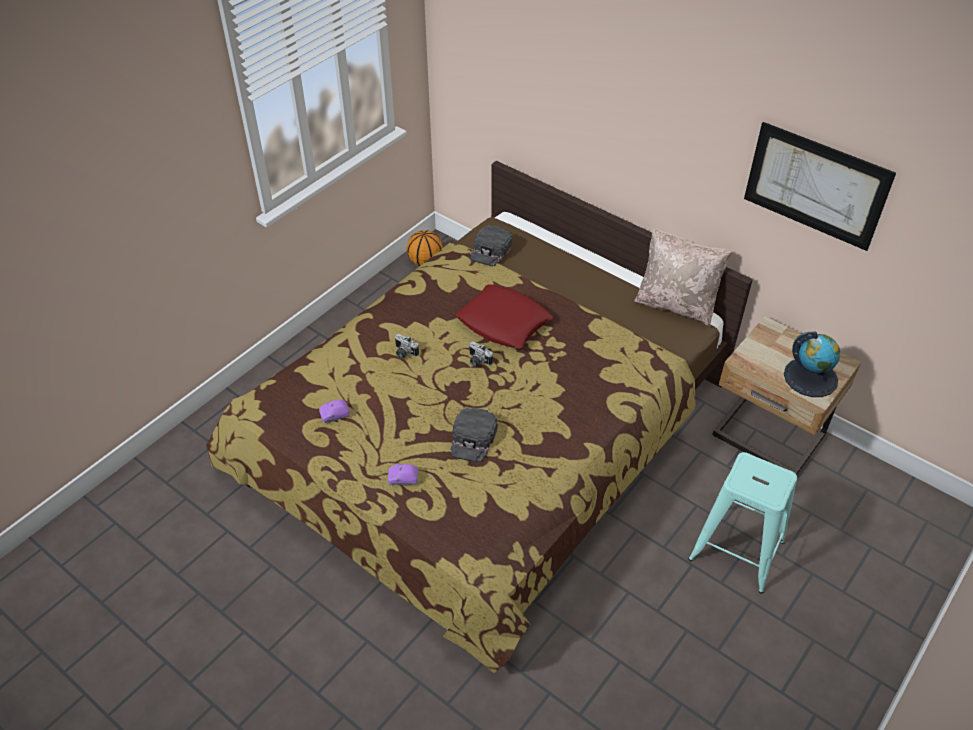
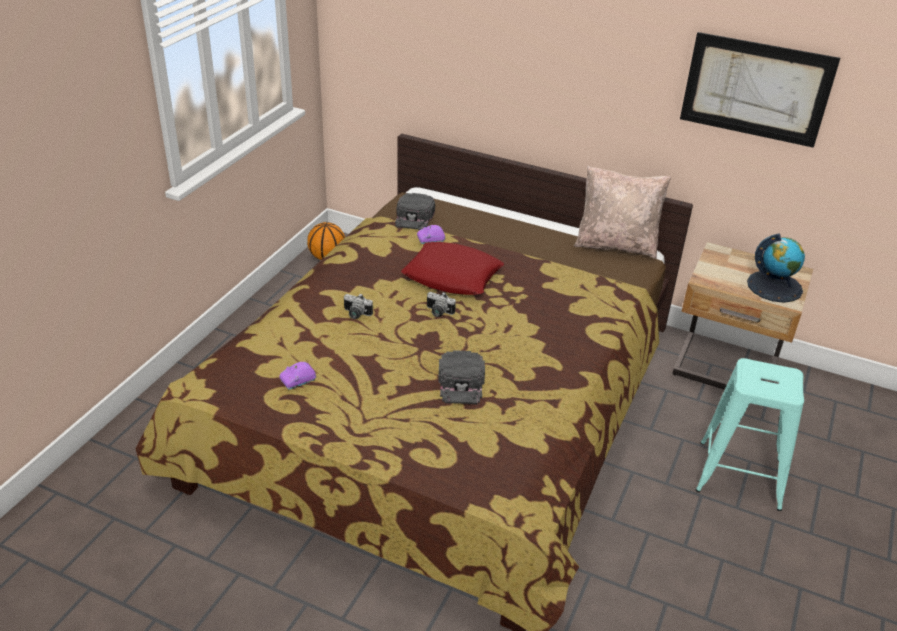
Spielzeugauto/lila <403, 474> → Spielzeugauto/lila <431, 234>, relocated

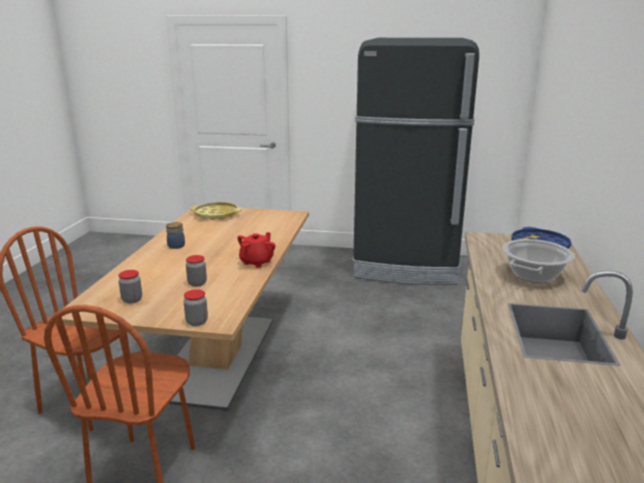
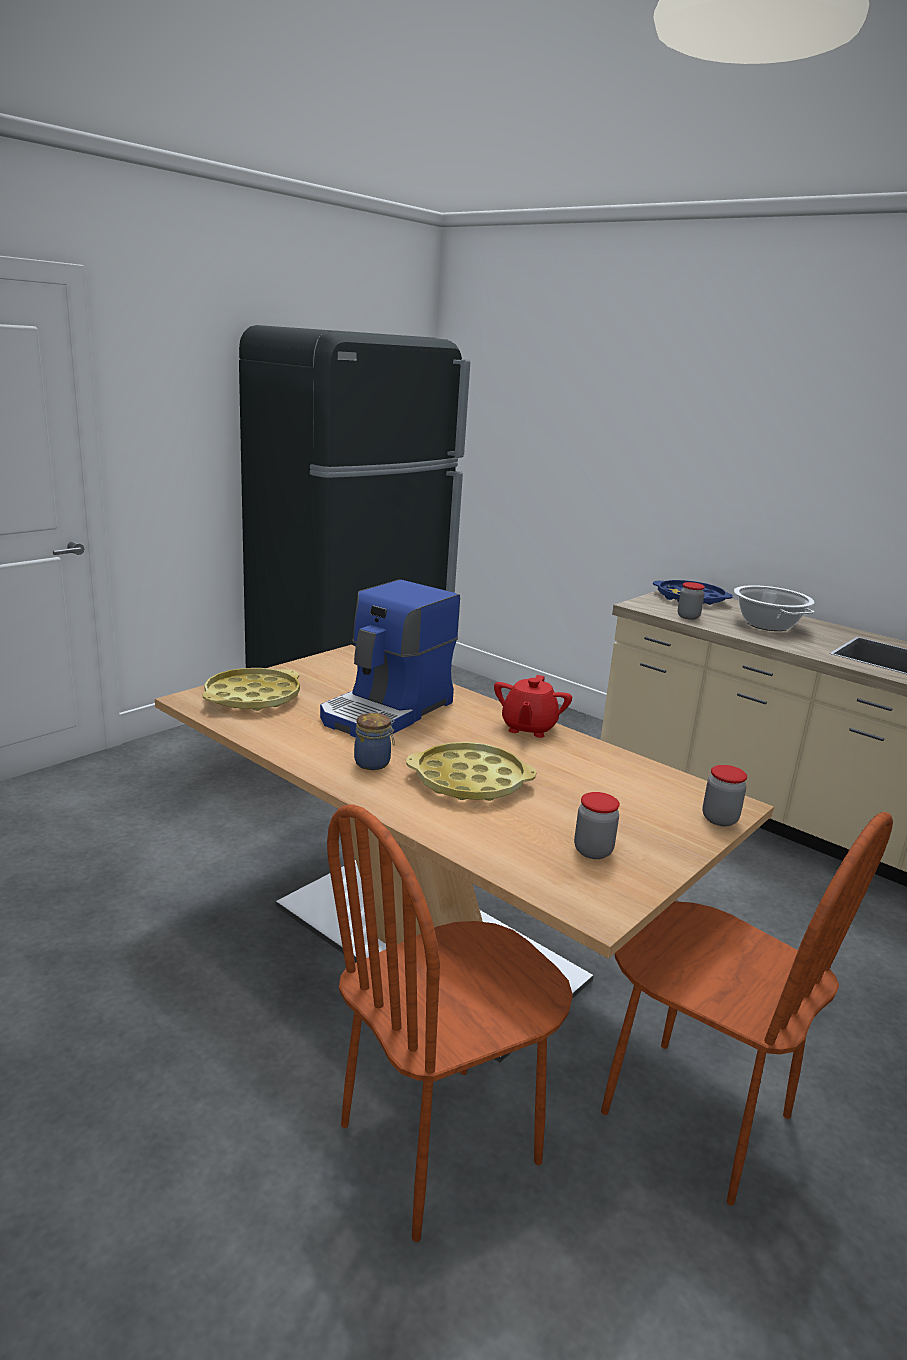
- → Kaffeemaschine <390, 659>
- → Tablett/gelb <471, 771>
Teekanne/rot <256, 250> → Teekanne/rot <533, 706>, 135 degrees counterclockwise
Vorratsglas <196, 271> → Vorratsglas <691, 601>, relocated

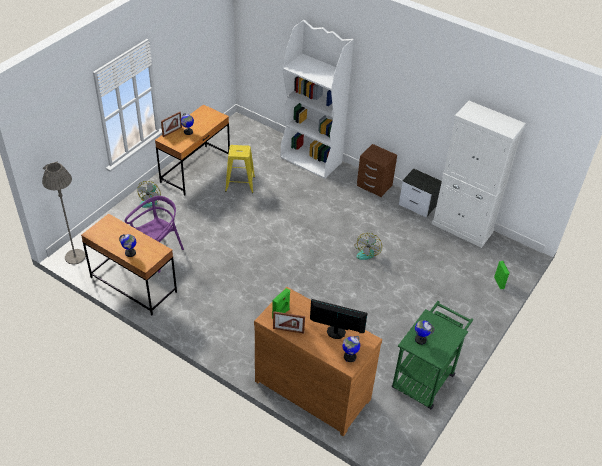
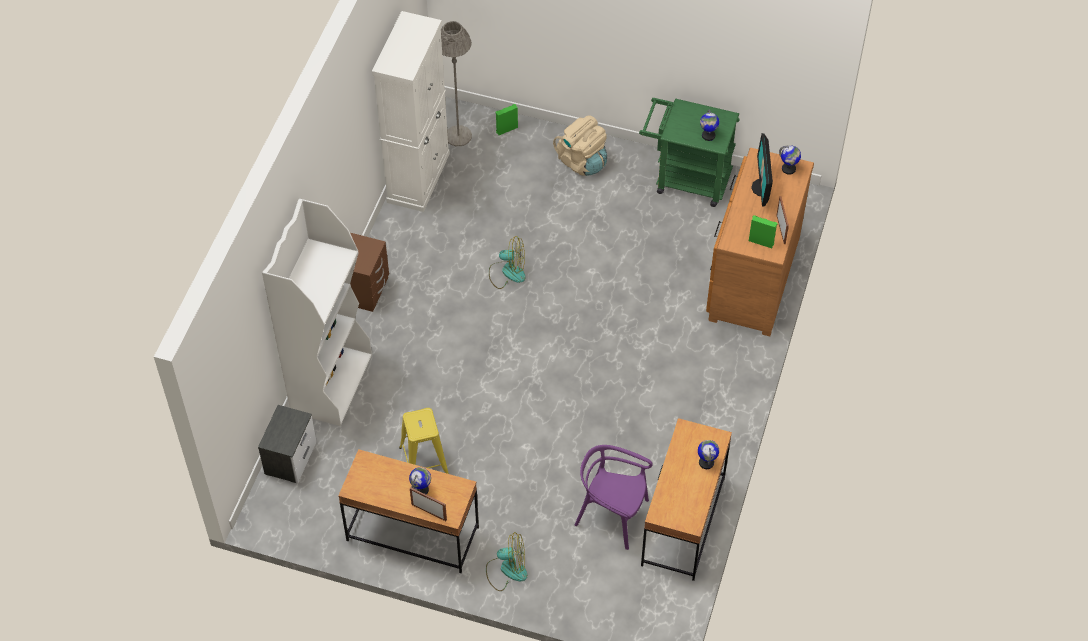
Nachttisch <420, 193> → Nachttisch <287, 444>, relocated
Stehlampe/grau <64, 213> → Stehlampe/grau <456, 83>, relocated
- → Rucksack/beige <580, 145>

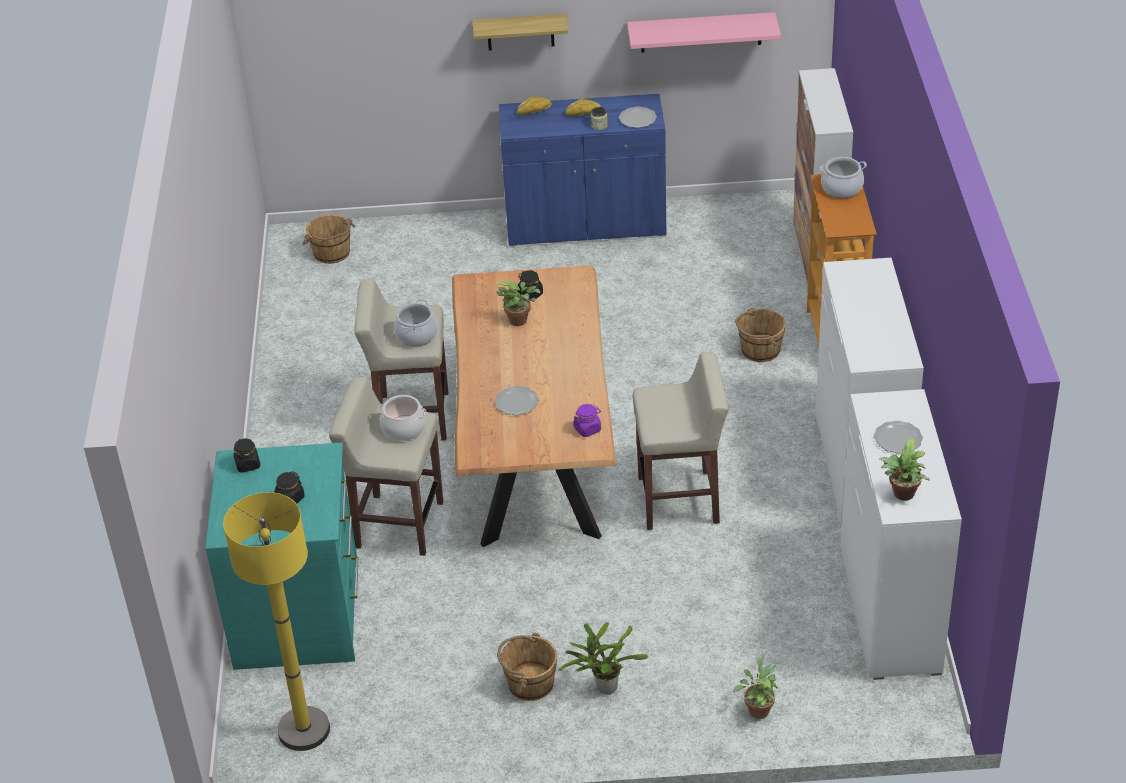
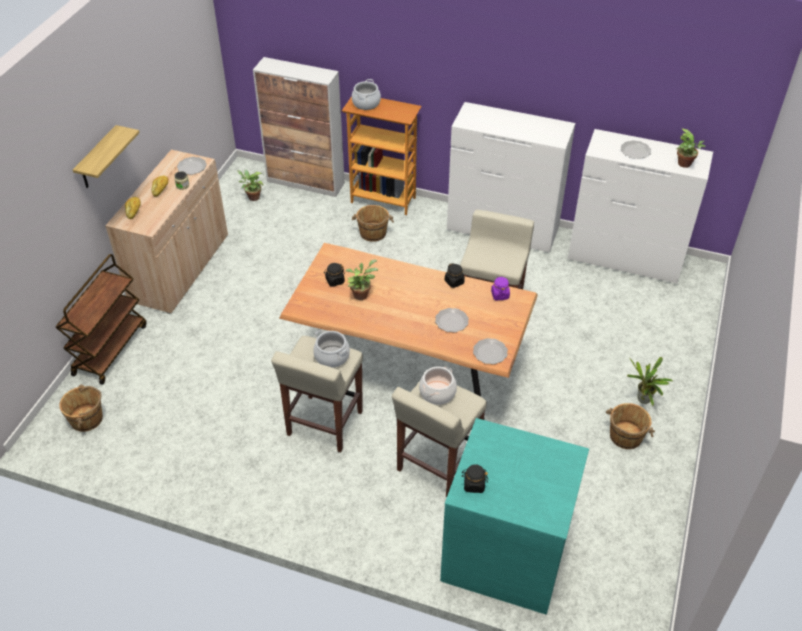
- → Rollwagen/braun <101, 319>
Schrank/blau <582, 170> → Schrank/beige <166, 232>
Topfpflanze <755, 686> → Topfpflanze <250, 185>, relocated
Vorratsglas/schwarz <289, 487> → Vorratsglas/schwarz <455, 275>, relocated
- → Teller <490, 351>
Stehlampe/gelb <276, 621> → -
Wandregal/rosa <704, 32> → -

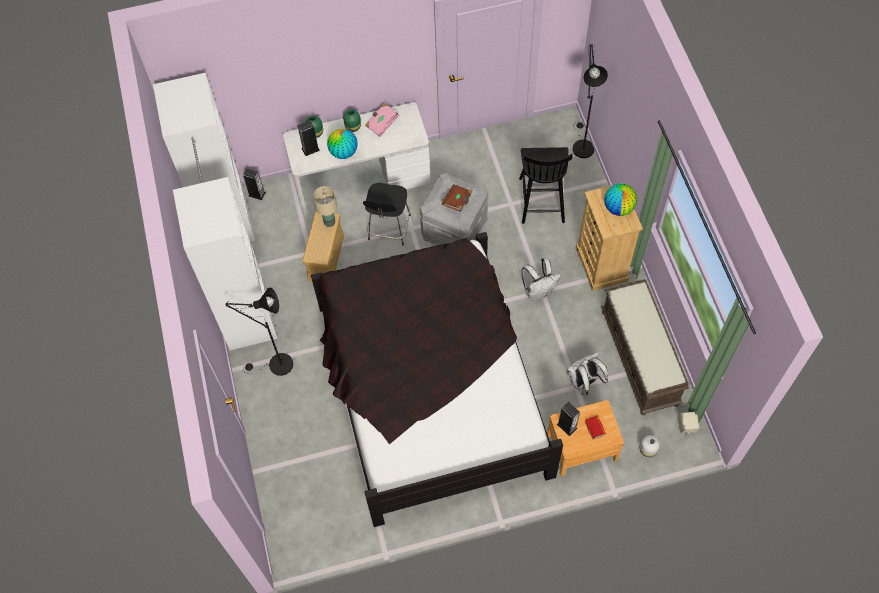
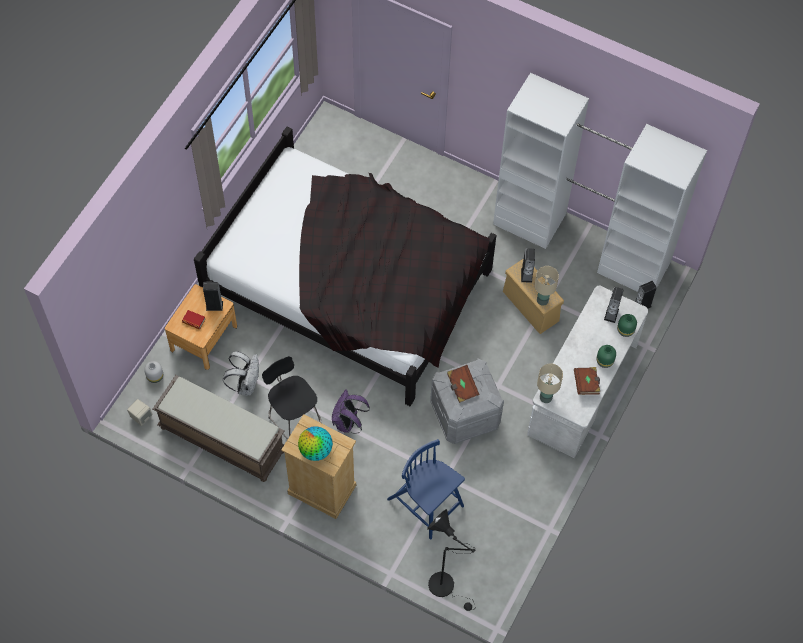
Hocker/schwarz <387, 214> → Hocker/schwarz <291, 397>, relocated
Rucksack/weiß <541, 279> → Rucksack/lila <351, 411>
Stuhl/schwarz <546, 185> → Stuhl/blau <426, 489>
- → Lautsprecher <528, 265>
- → Tischlampe/beige <550, 383>
Buch/rosa <382, 120> → Buch/braun <587, 381>
Stehlampe/schwarz <259, 332> → -
Globus <342, 144> → -

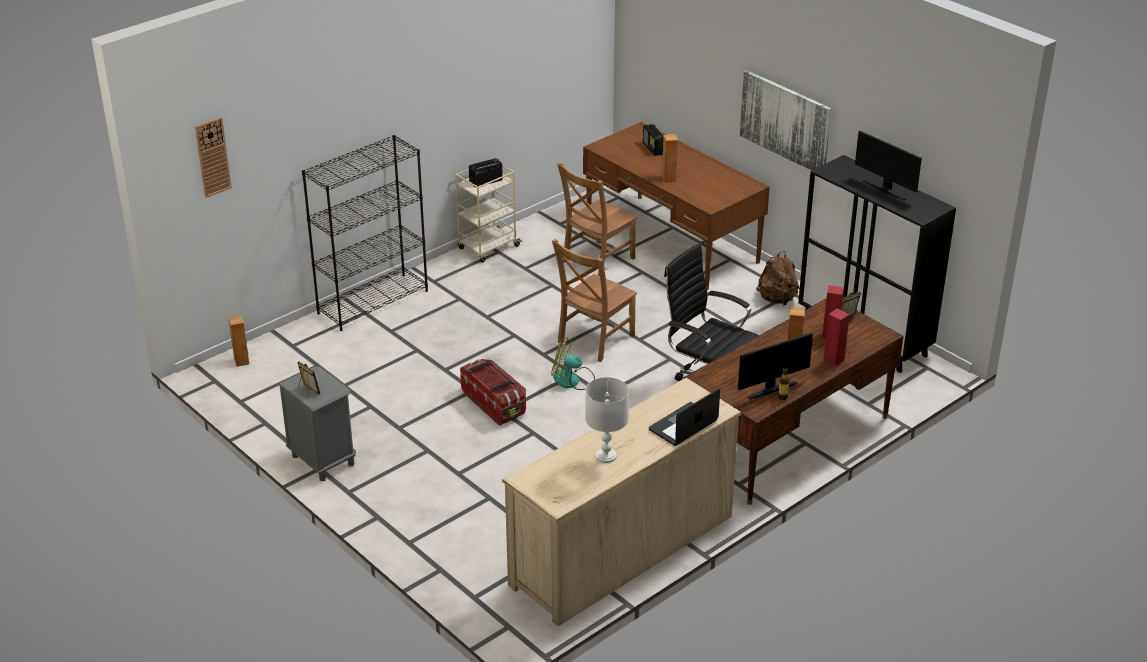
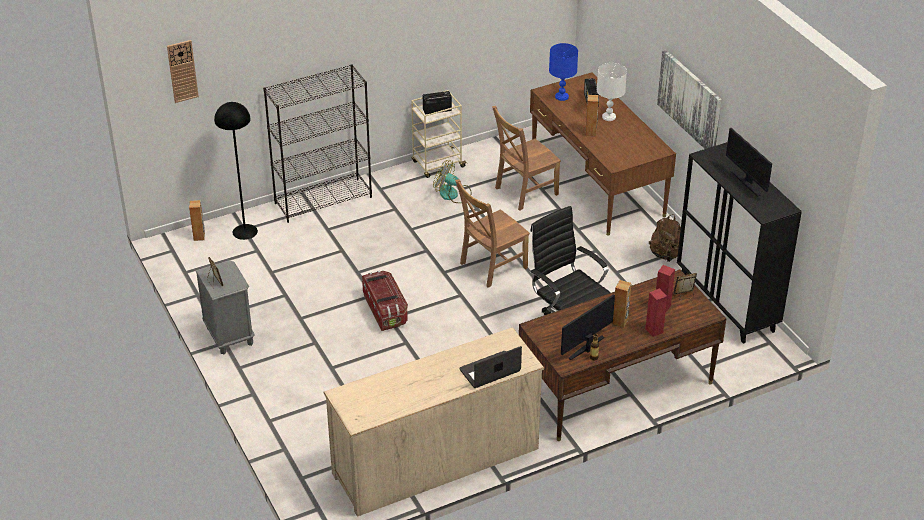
- → Stehlampe/schwarz <236, 171>
Ventilator <573, 363> → Ventilator <452, 181>, relocated
- → Tischlampe/blau <563, 72>
Monitor <775, 365> → Monitor <588, 327>, 150 degrees clockwise
Tischlampe/weiß <607, 420> → Tischlampe/weiß <612, 92>, relocated

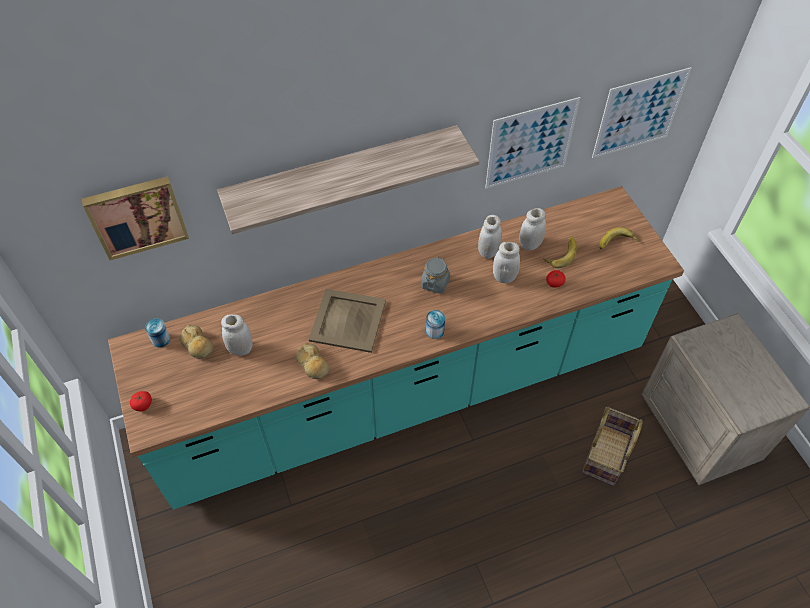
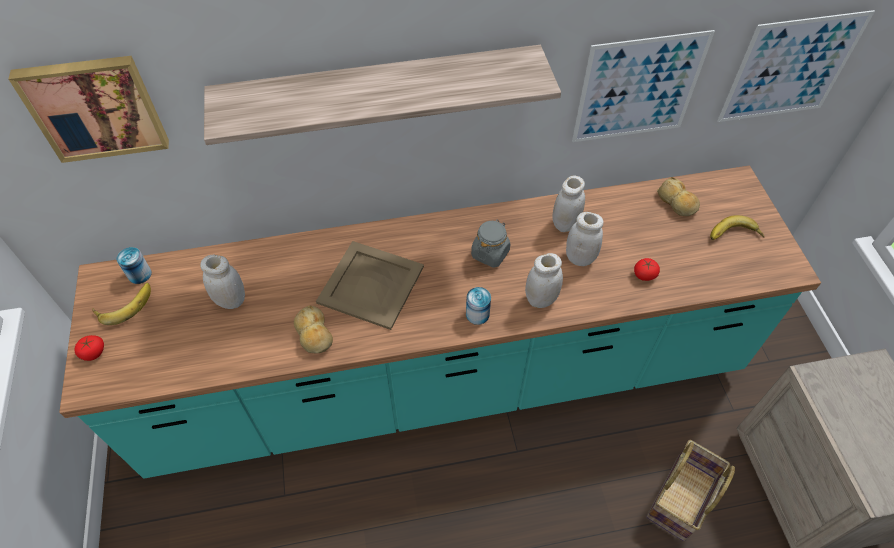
Banane <560, 252> → Banane <121, 304>, relocated
Vorratsglas/weiß <532, 229> → Vorratsglas/weiß <544, 280>, relocated
Brot <197, 342> → Brot <678, 196>, relocated

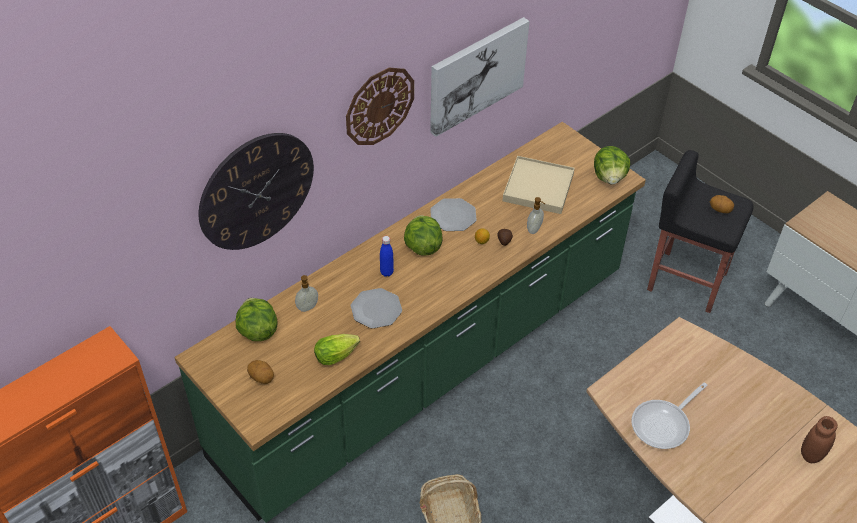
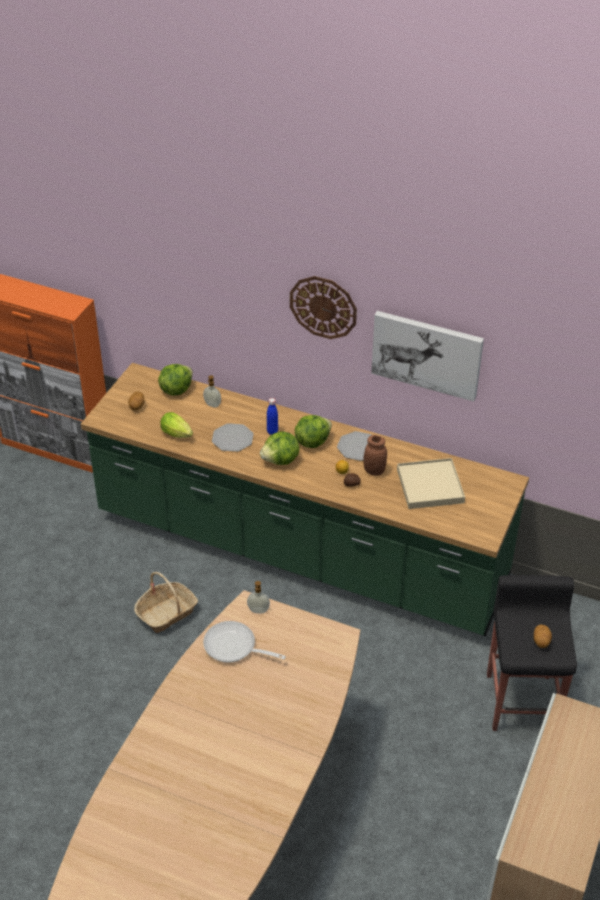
Seifenspender <536, 215> → Seifenspender <258, 597>, relocated
Salatkopf <612, 165> → Salatkopf <280, 448>, relocated
Vorratsglas/braun <819, 439> → Vorratsglas/braun <375, 455>, relocated
Wanduhr <256, 191> → -

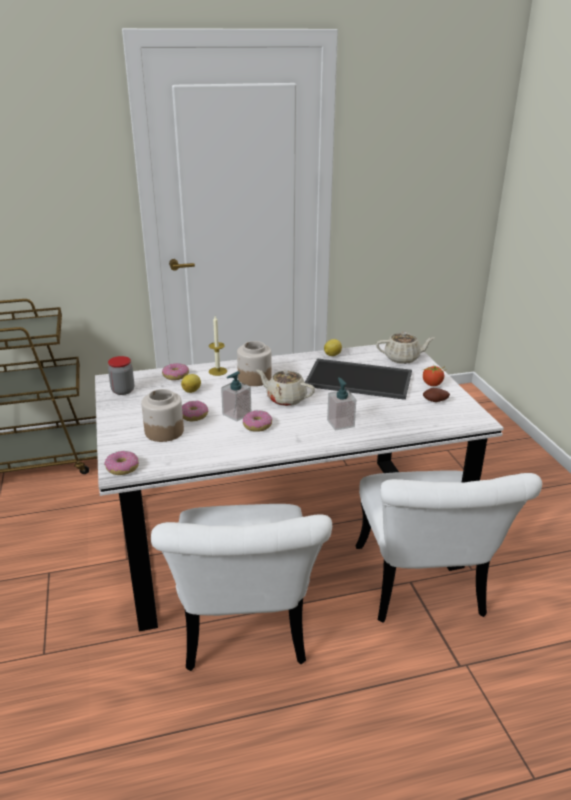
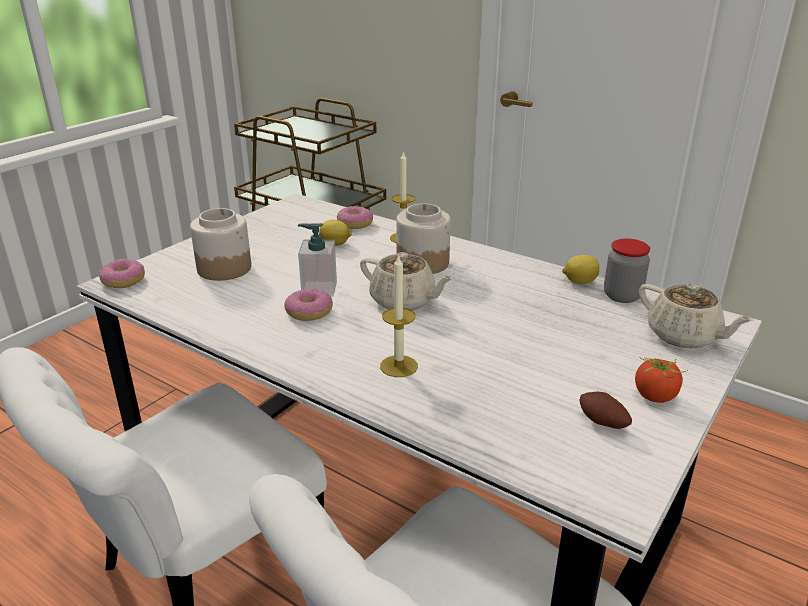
Teekanne/beige <285, 388> → Teekanne/beige <407, 281>, 135 degrees clockwise
Seifenspender <341, 404> → Kerze <399, 315>
Vorratsglas <121, 375> → Vorratsglas <627, 271>, relocated
Donut <195, 411> → -
Tablett <358, 379> → -

